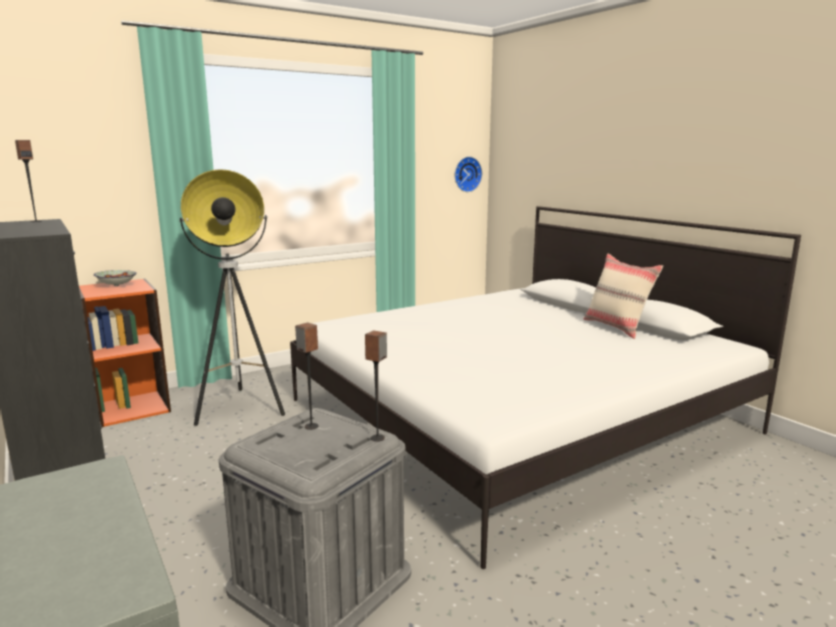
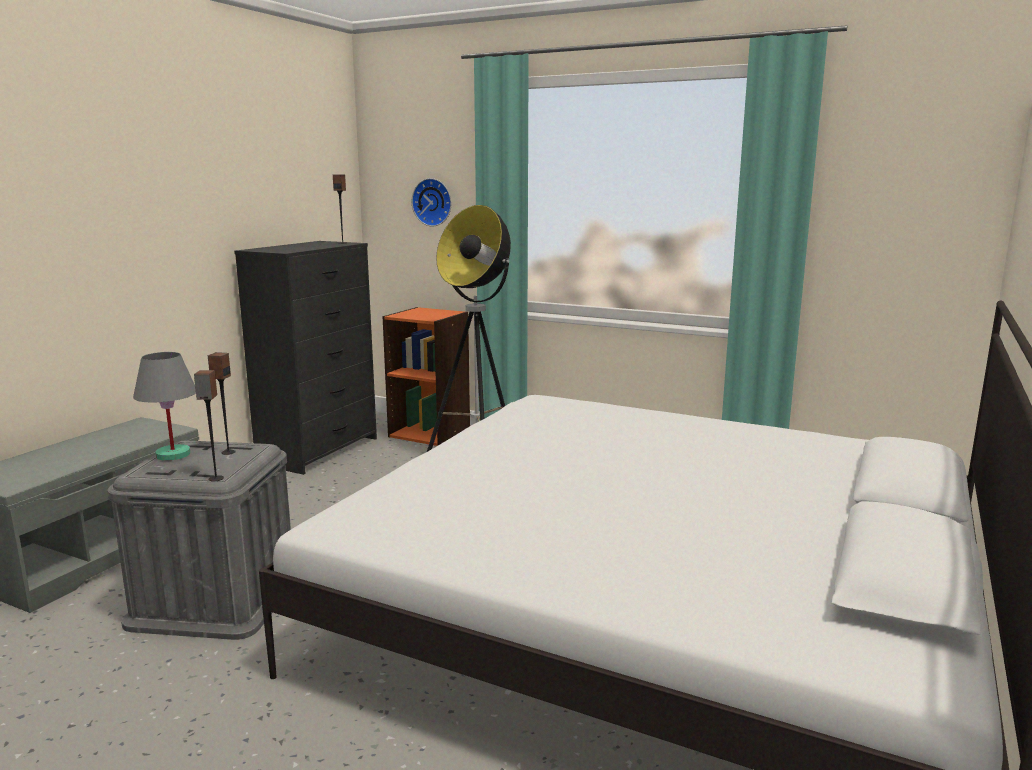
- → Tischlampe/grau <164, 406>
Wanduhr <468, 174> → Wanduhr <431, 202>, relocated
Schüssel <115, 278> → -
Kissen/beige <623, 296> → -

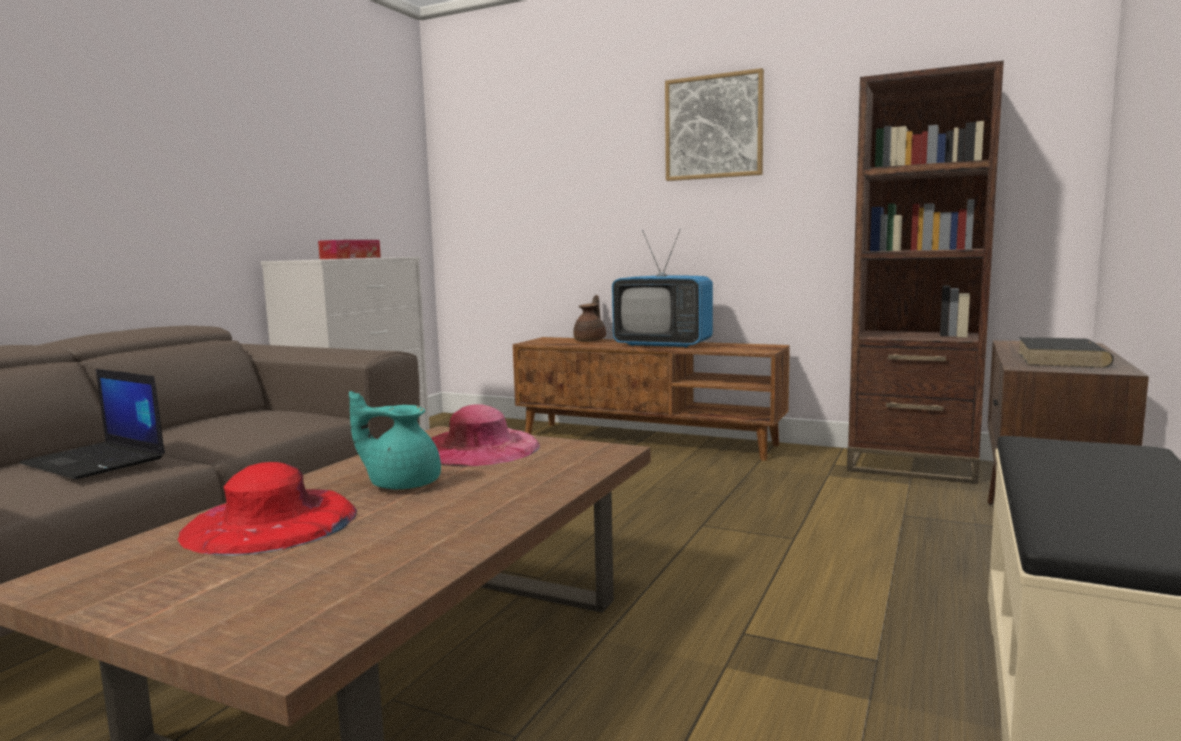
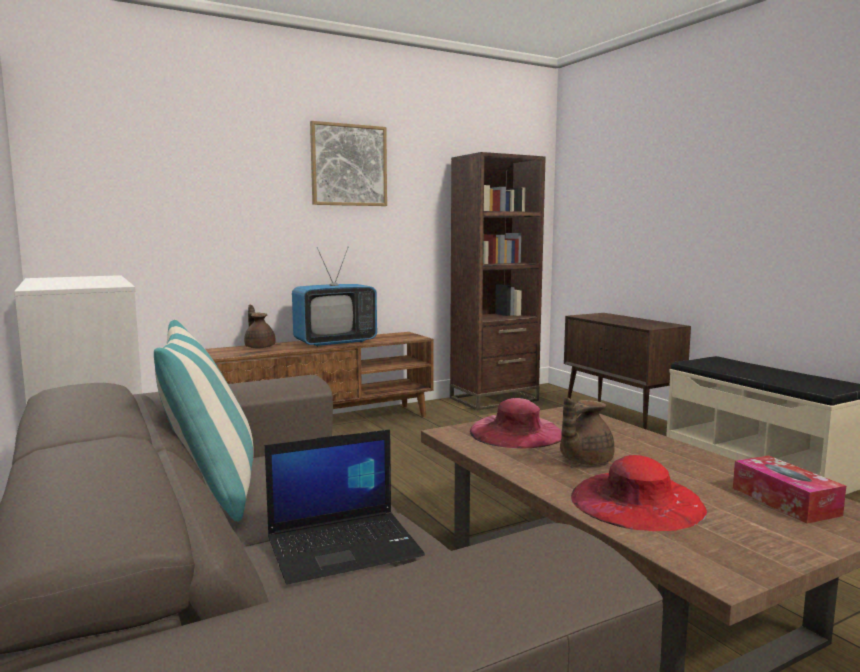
- → Kissen <204, 421>
Teekanne/türkis <395, 440> → Teekanne/braun <587, 431>
Taschentuchbox <349, 249> → Taschentuchbox <789, 490>, relocated
Buch/schwarz <1066, 352> → -

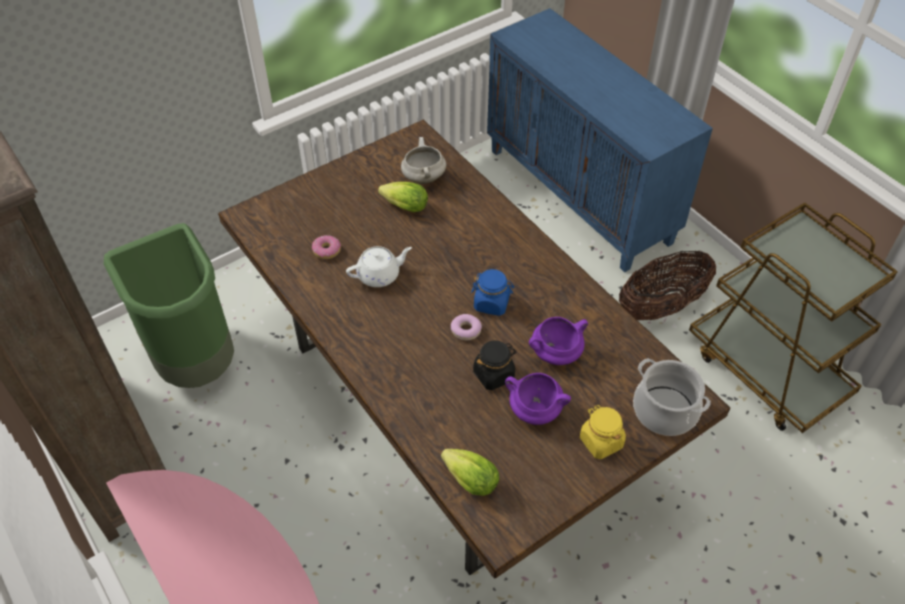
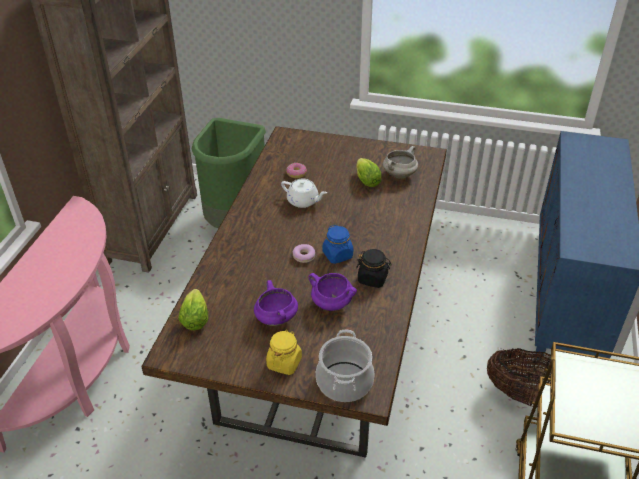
Vorratsglas/schwarz <494, 365> → Vorratsglas/schwarz <374, 268>, relocated

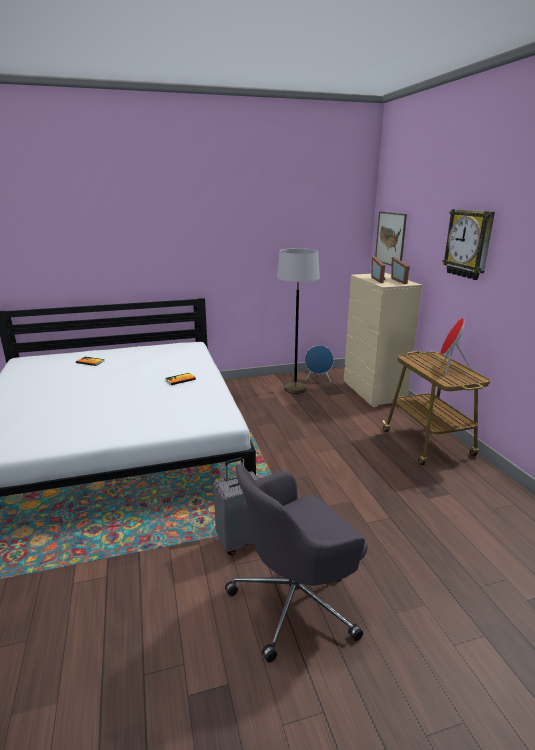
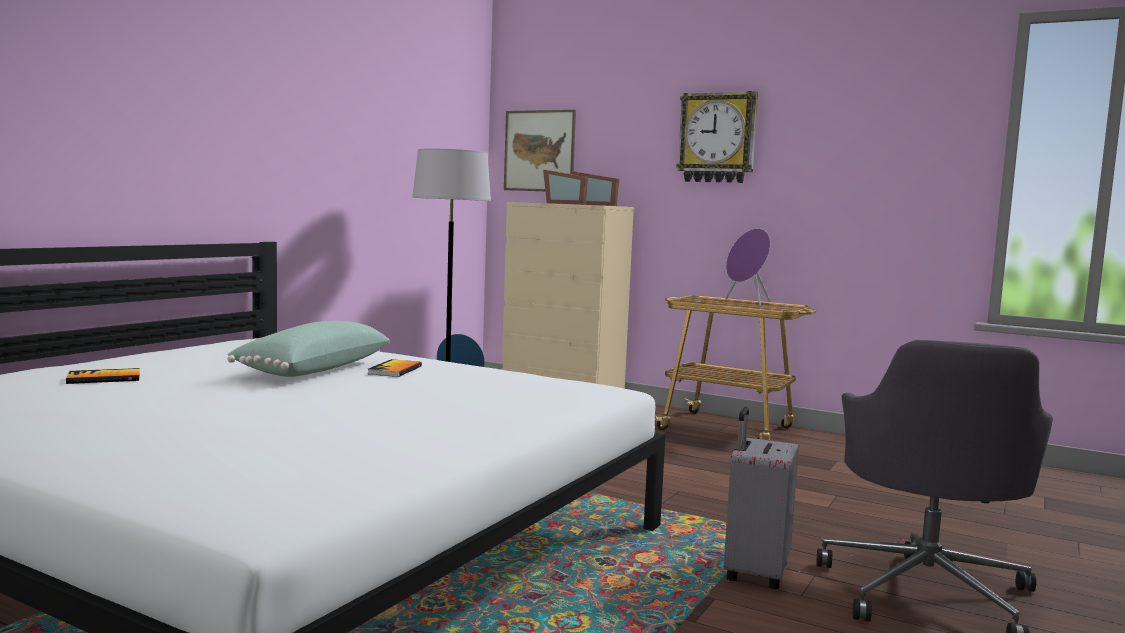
- → Kissen/grün <308, 349>
Lautsprecher/rot <456, 346> → Lautsprecher/lila <747, 266>

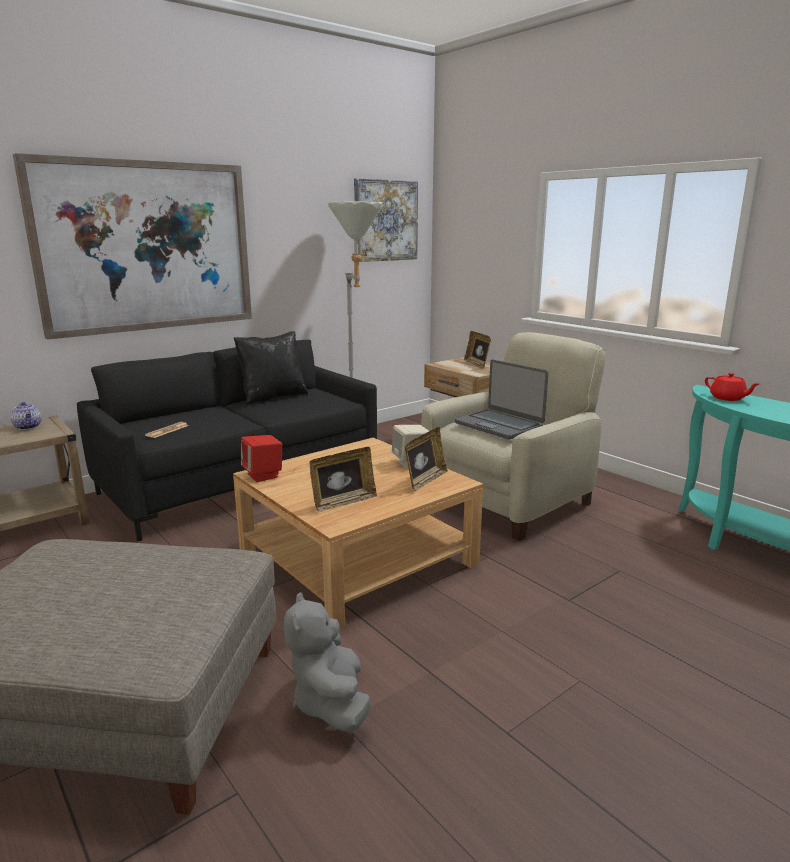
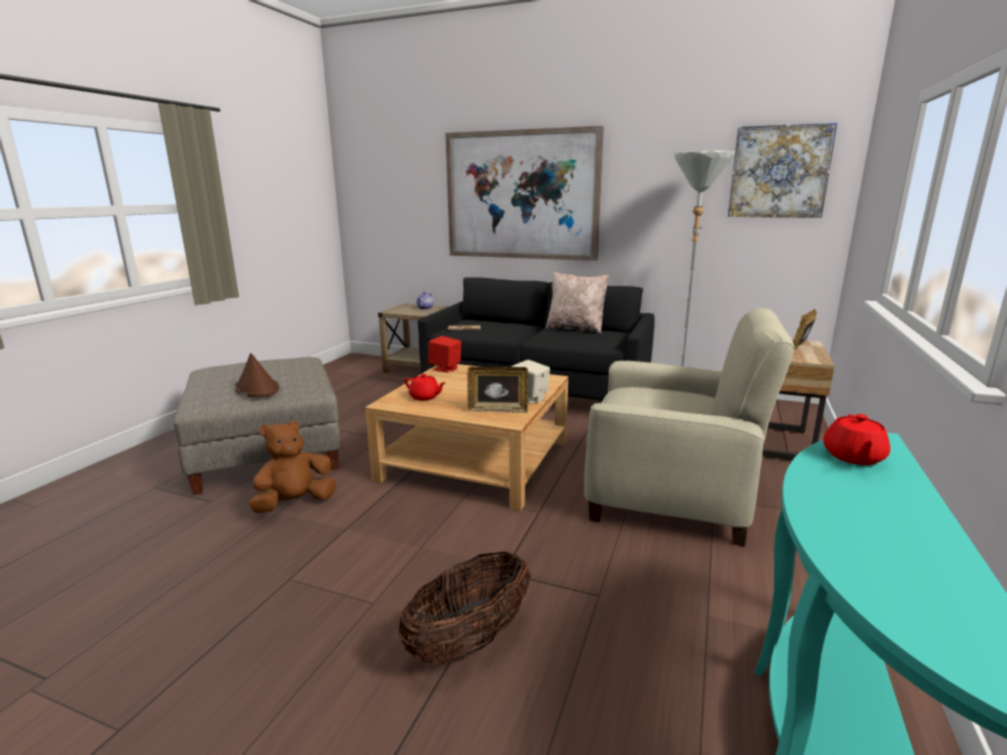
- → Hut/braun <257, 375>
Plüschtier/grau <327, 662> → Plüschtier/braun <292, 466>
- → Korb <465, 608>
Bilderrahmen <343, 479> → Teekanne/rot <425, 387>
Kissen/schwarz <271, 368> → Kissen/beige <577, 303>
Laptop <502, 399> → -

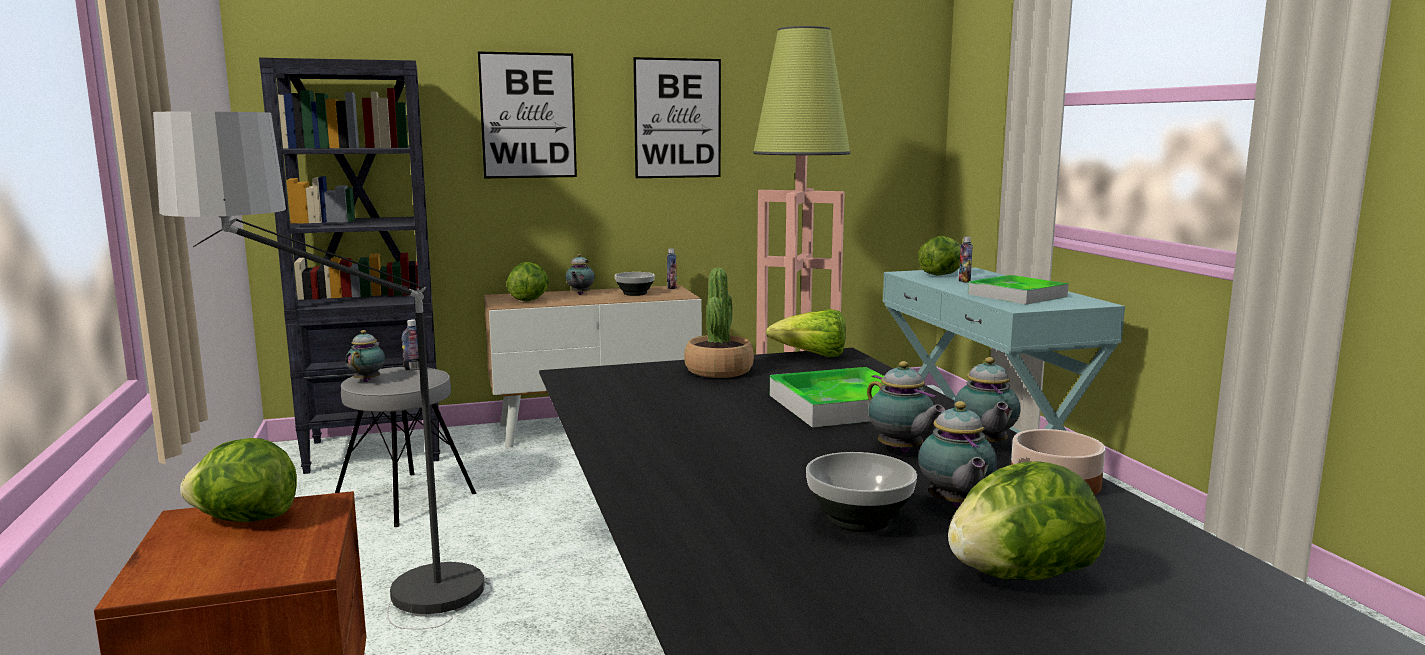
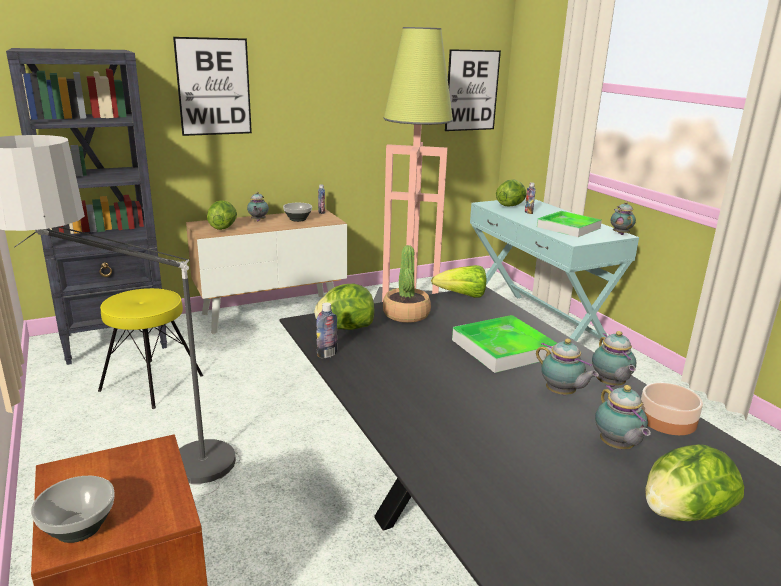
Schüssel <861, 492> → Schüssel <73, 509>, relocated
Hocker/grau <405, 447> → Hocker/gelb <150, 348>
Salatkopf <238, 480> → Salatkopf <344, 307>, relocated
Flasche <411, 344> → Flasche <326, 330>, relocated
Bild <677, 117> → Bild <473, 90>, relocated
Teekanne <365, 356> → Teekanne <623, 218>, relocated

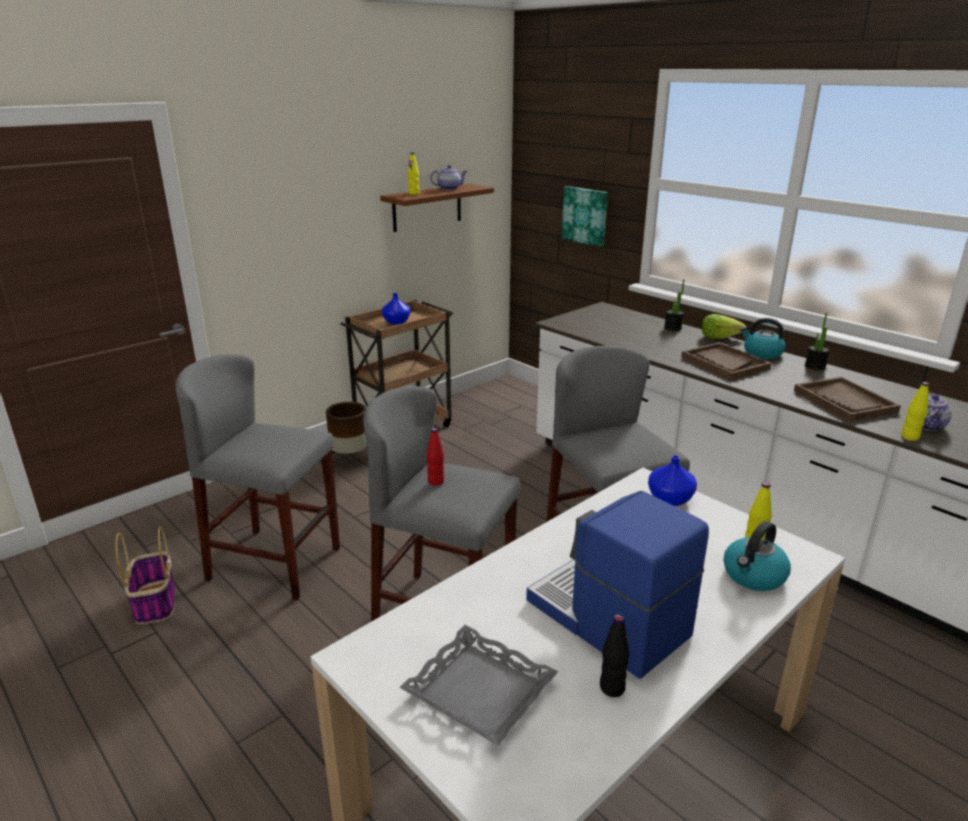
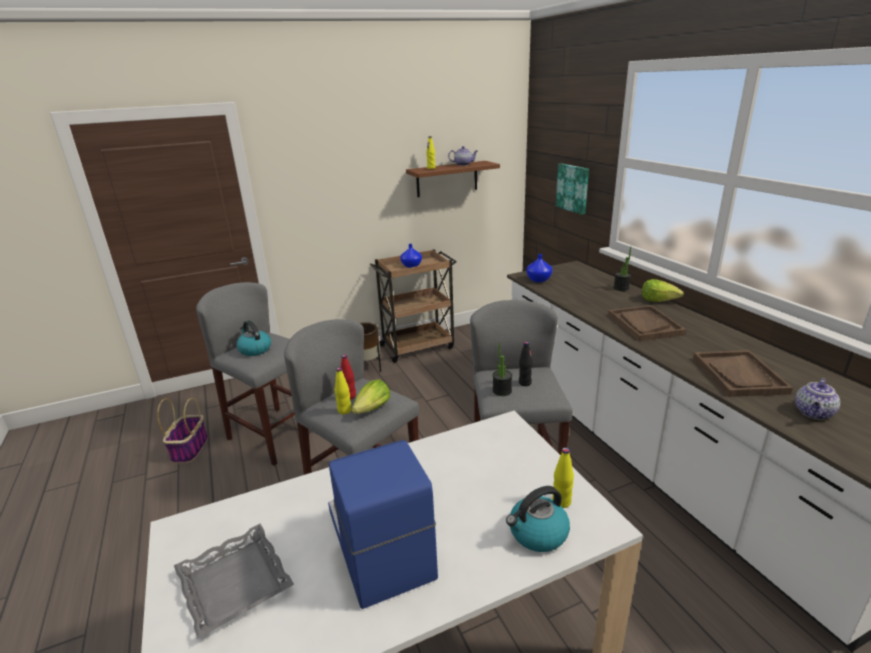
Wasserkessel <762, 338> → Wasserkessel <253, 338>, relocated
Flasche/gelb <915, 411> → Flasche/gelb <343, 391>, relocated
- → Salatkopf <370, 396>
Topfpflanze <817, 341> → Topfpflanze <502, 369>, relocated
Flasche/schwarz <615, 655> → Flasche/schwarz <525, 363>, relocated
Vase/blau <672, 480> → Vase/blau <539, 268>, relocated

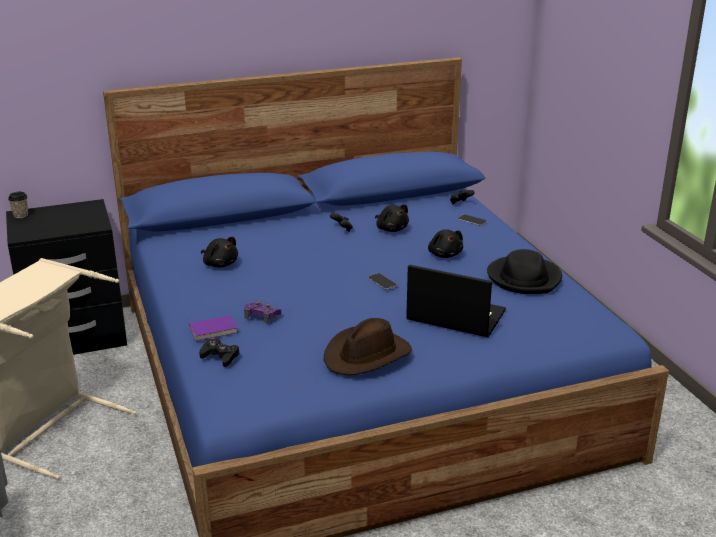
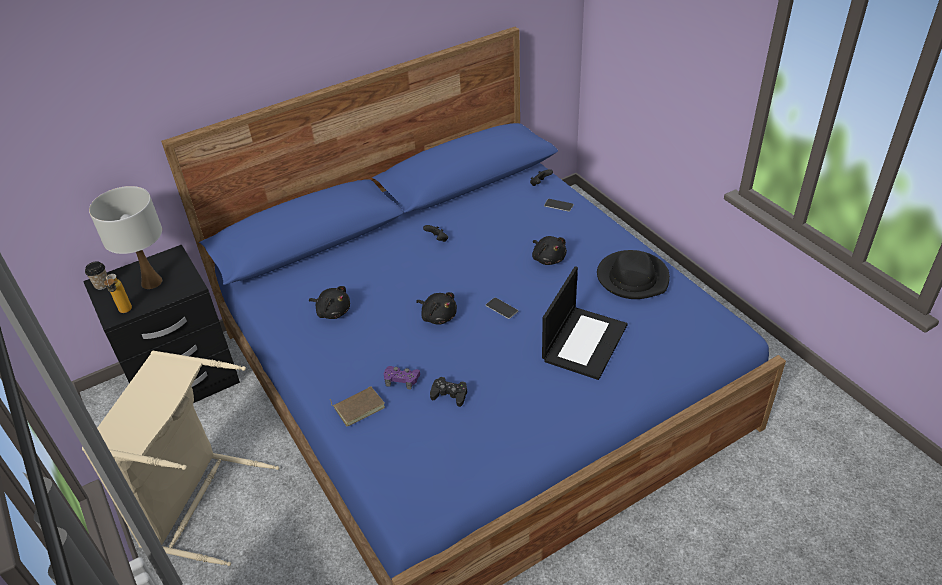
- → Tischlampe/weiß <125, 237>
- → Flasche <118, 293>
Buch/lila <212, 328> → Buch/braun <357, 406>
Plüschtier/schwarz <392, 218> → Plüschtier/schwarz <436, 308>, relocated
Gamepad/schwarz <219, 352> → Gamepad/schwarz <448, 392>, relocated
Laptop <456, 301> → Laptop <585, 323>, 105 degrees clockwise
Hut/braun <368, 346> → -

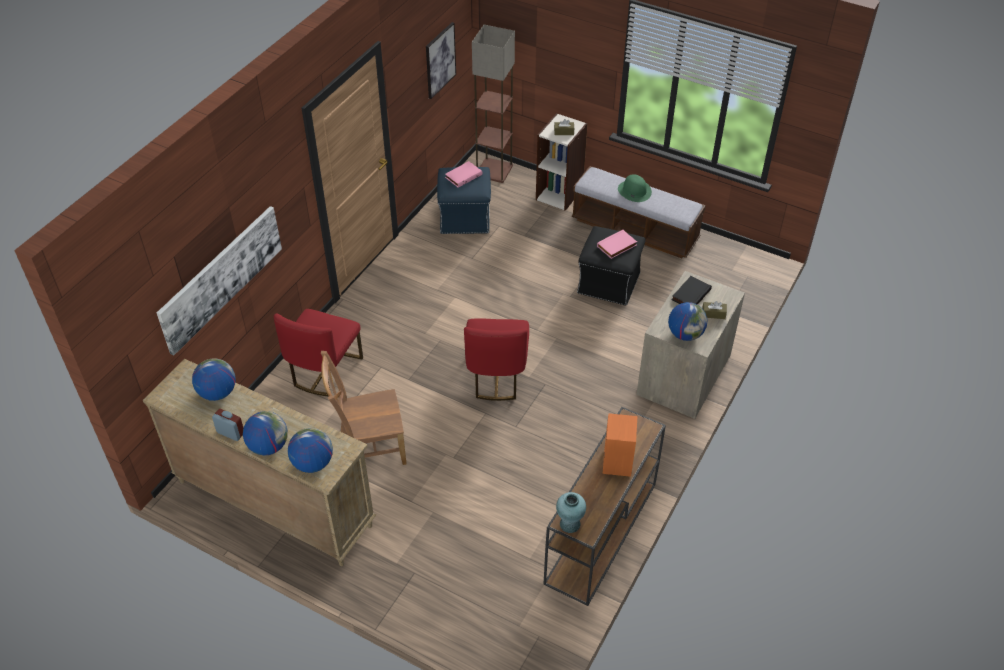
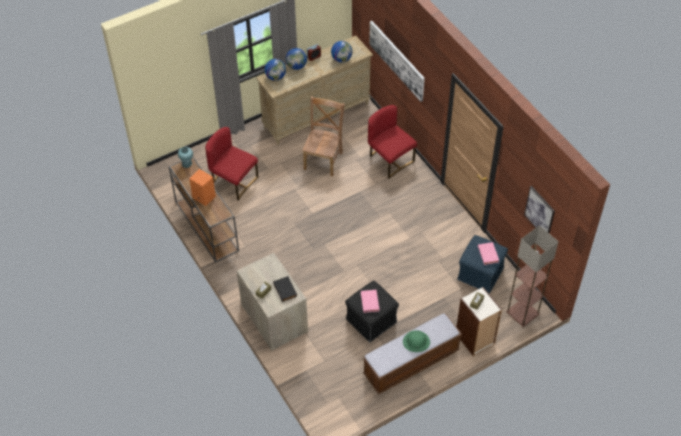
Stuhl/rot <496, 360> → Stuhl/rot <232, 164>, relocated
Globus <687, 321> → -

